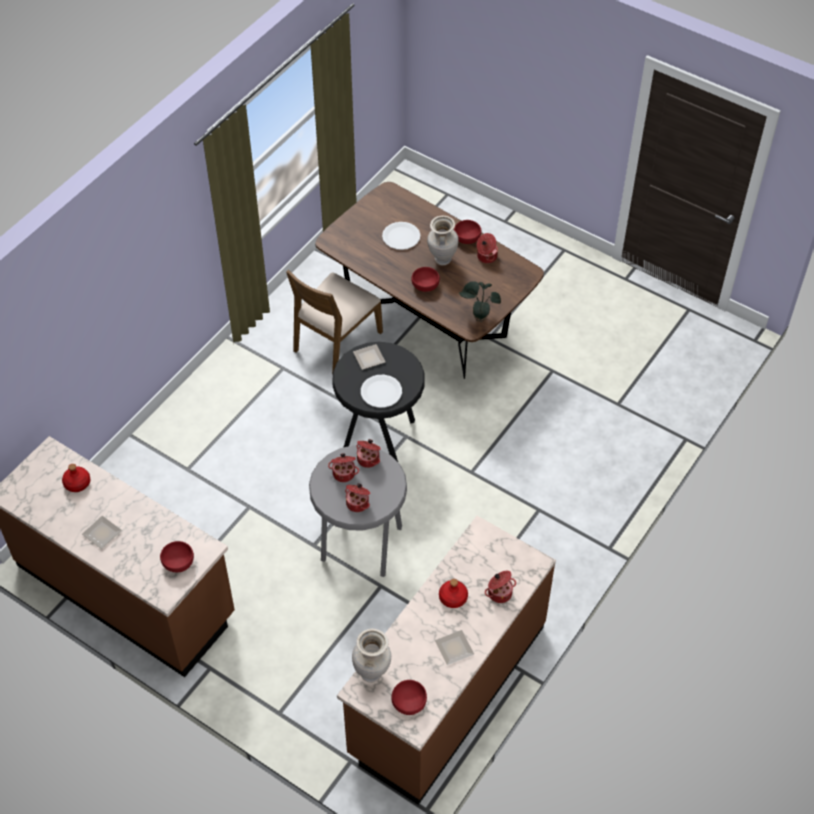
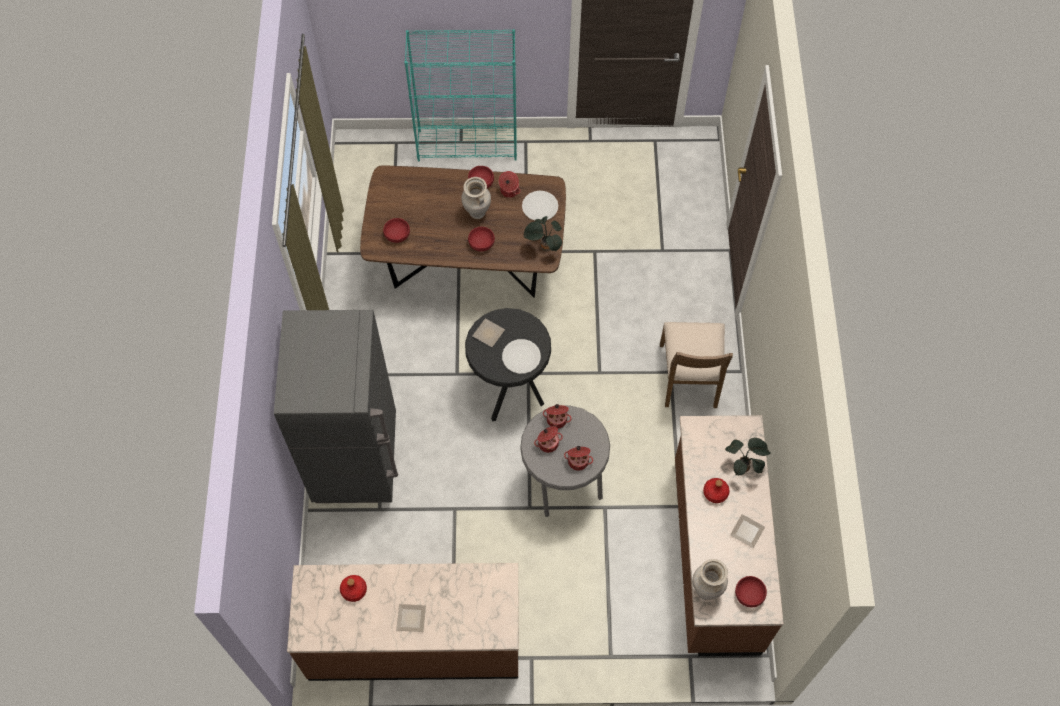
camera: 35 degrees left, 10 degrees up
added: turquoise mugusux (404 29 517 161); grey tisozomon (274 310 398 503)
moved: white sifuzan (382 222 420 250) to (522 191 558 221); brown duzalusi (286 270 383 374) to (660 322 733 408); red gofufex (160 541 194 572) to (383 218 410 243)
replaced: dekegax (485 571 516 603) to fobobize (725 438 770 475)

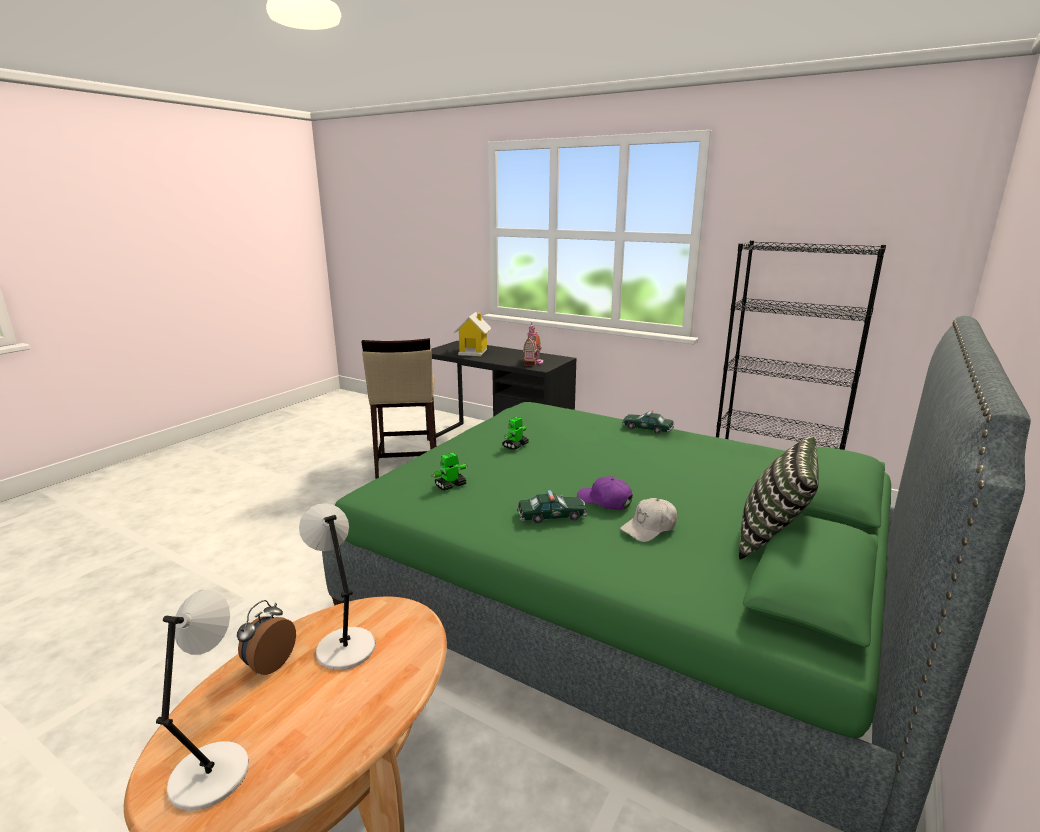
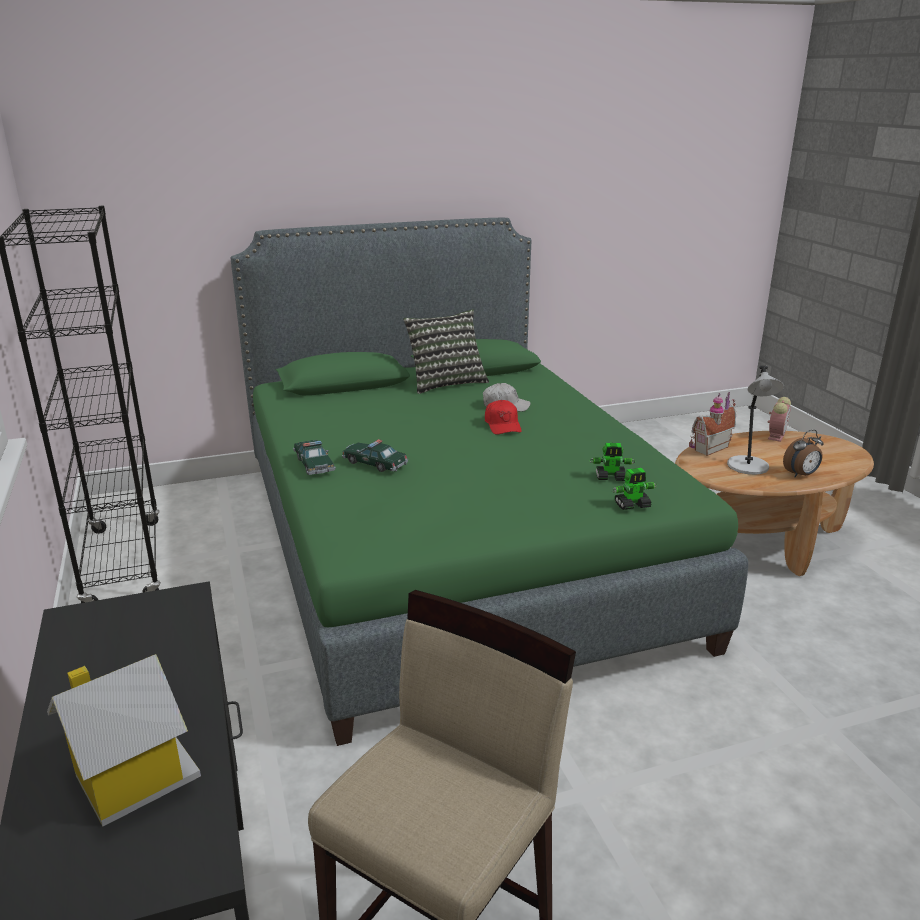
camera: 140 degrees left, 5 degrees up
removed: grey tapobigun (156 589 249 811)
added: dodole (768 397 791 442)
moved: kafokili (523 323 543 366) to (689 392 736 456); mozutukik (502 417 529 450) to (612 468 657 510); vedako (517 490 587 524) to (342 439 408 472)
recoloured: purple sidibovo (577 476 633 510) to red sidibovo (485 400 522 435)

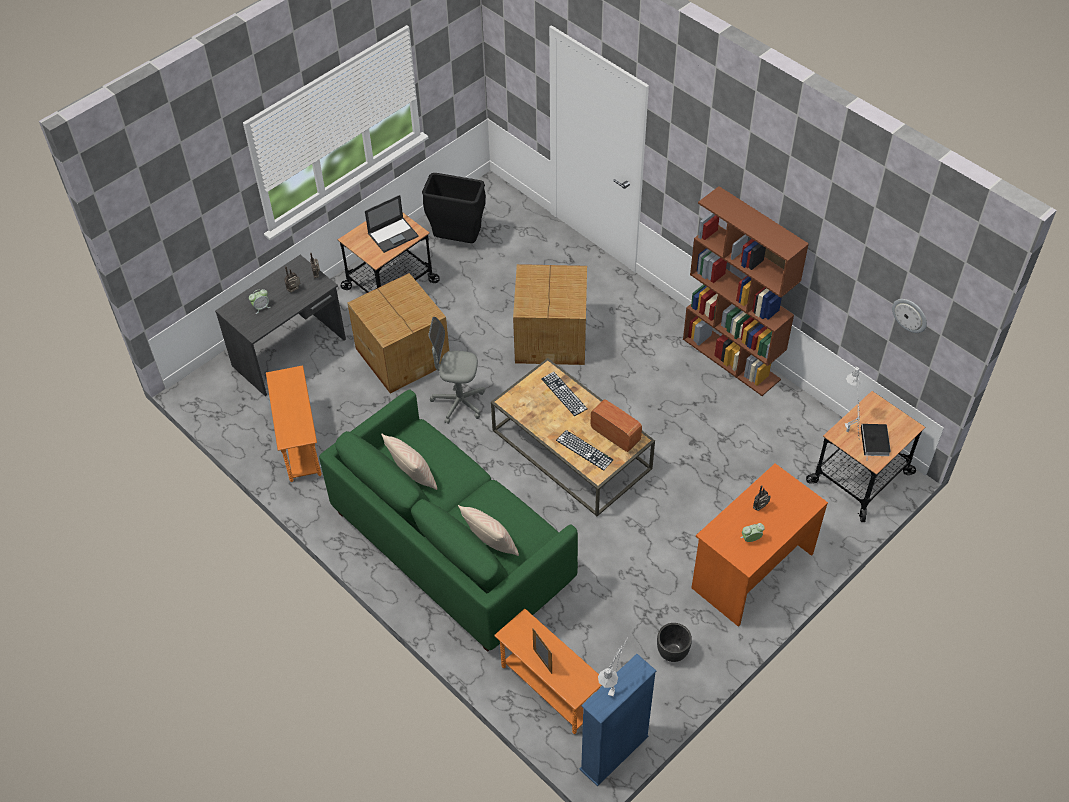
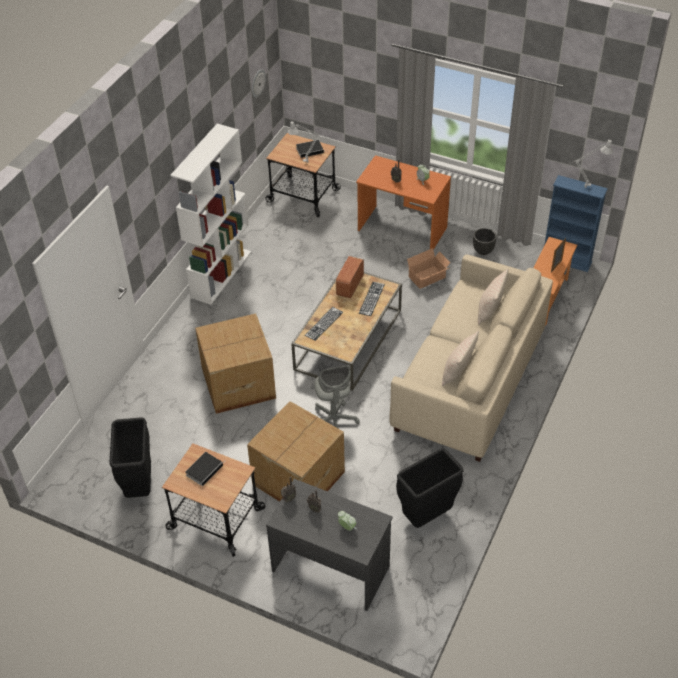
camera: 110 degrees left, 5 degrees down
added: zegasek (407 248 451 289)
replaced: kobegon (365 195 419 253) to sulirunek (185 452 224 486); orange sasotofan (266 366 322 482) to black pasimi (396 449 463 528)
recoloured: brown mugusux (683 186 809 396) to white mugusux (170 124 251 305); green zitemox (319 389 578 652) to beige zitemox (389 254 553 462)

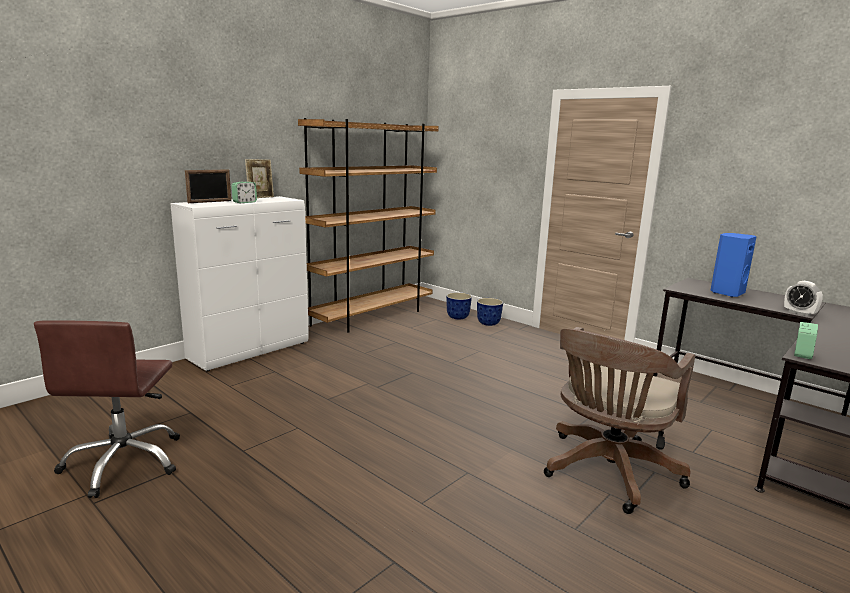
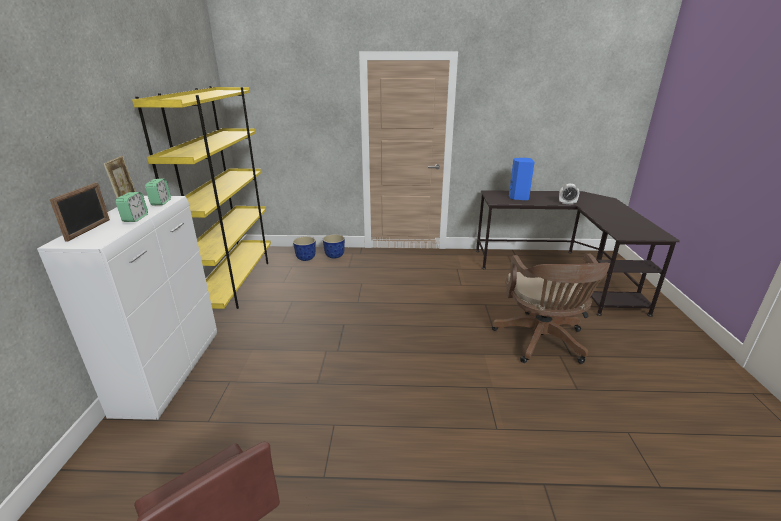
camera: 40 degrees left, 10 degrees up
moved: dodole (794 322 818 359) to (145 178 171 205)
recoloured: brown mugusux (298 118 439 333) to yellow mugusux (132 86 271 309)

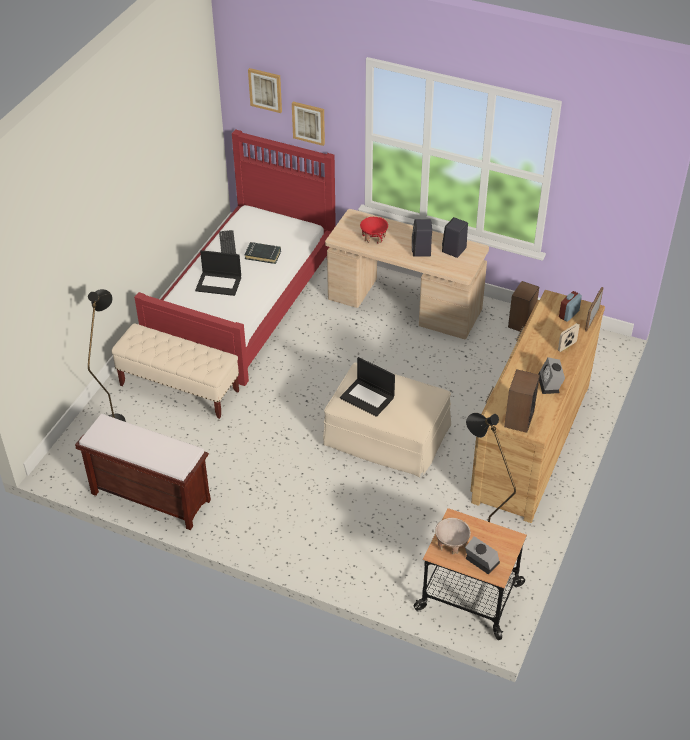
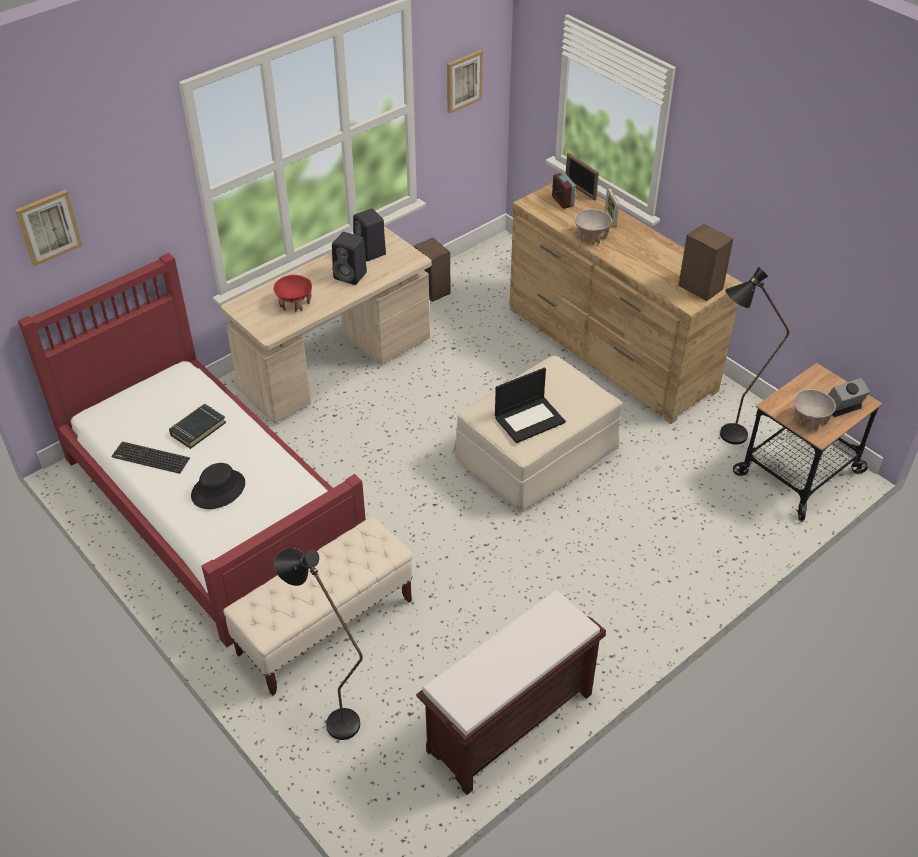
camera: 65 degrees left, 0 degrees up
removed: dodole (538 357 565 394)
added: beige gofufex (574 208 612 245)
moved: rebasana (292 102 325 146) to (447 50 483 113)
replaced: kobegon (195 250 241 296) to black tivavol (191 463 245 509)

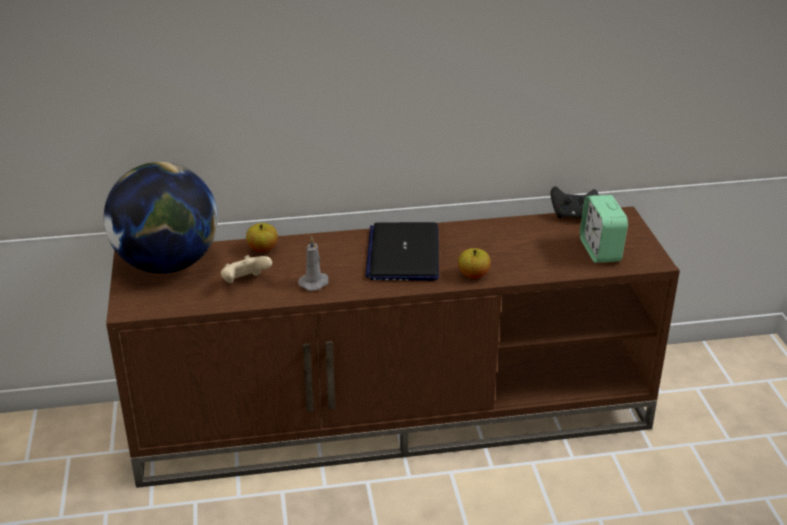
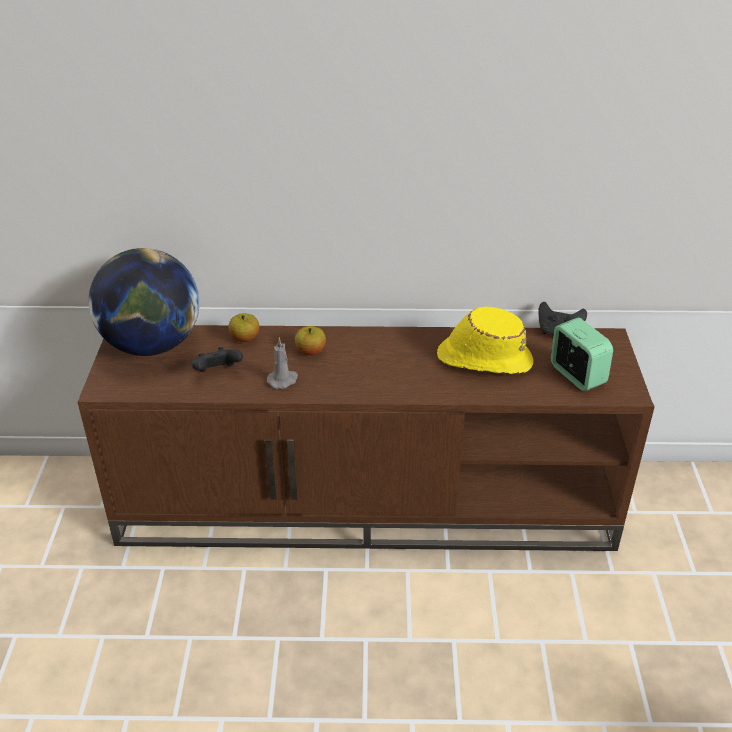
camera: 10 degrees right, 5 degrees up
removed: kobegon (365 222 439 281)
added: yellow tivavol (437 306 533 374)
moved: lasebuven (458 248 491 279) to (295 326 326 355)
recoloured: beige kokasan (221 255 272 283) to black kokasan (192 347 243 372)
turned: dodole (580 195 628 263) = (551 318 613 391) 150 degrees clockwise

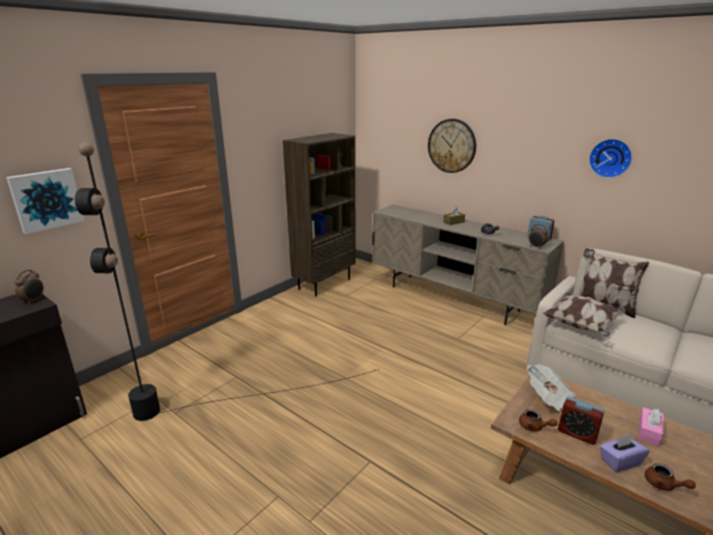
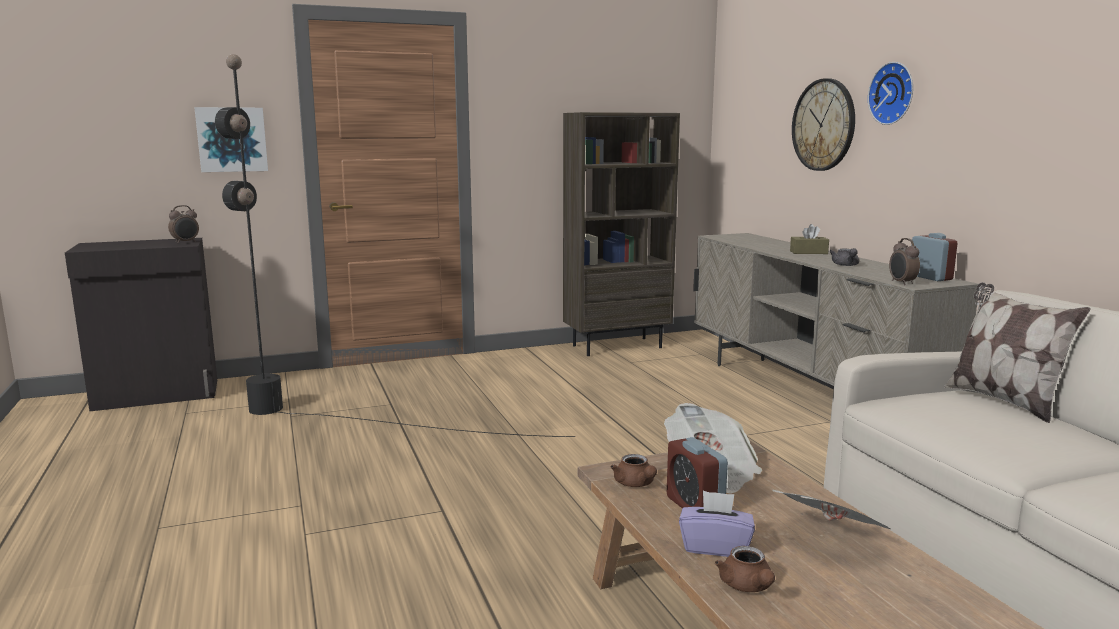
camera: 30 degrees right, 10 degrees down
removed: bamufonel (543 293 625 337)
moved: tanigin (589 139 632 178) to (868 62 913 125)
replaced: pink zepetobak (638 407 664 446) to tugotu (773 490 890 529)

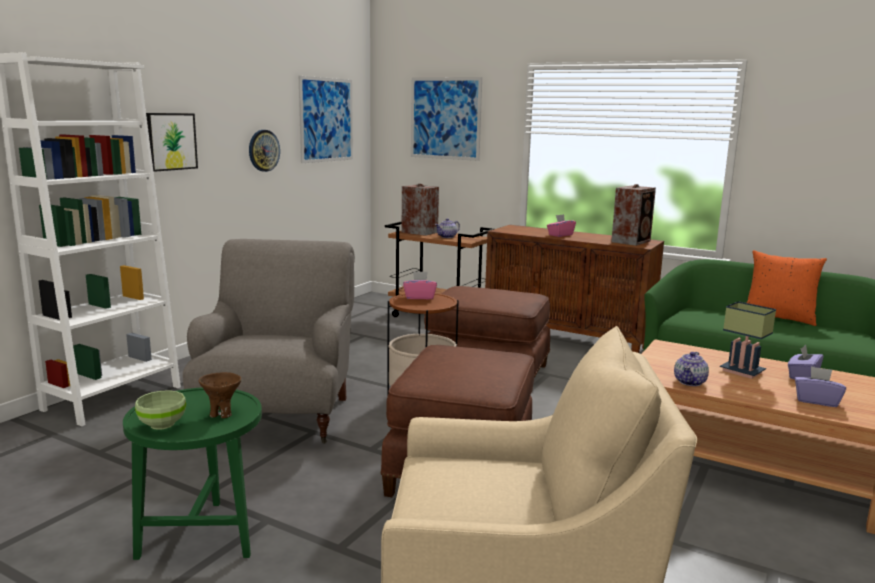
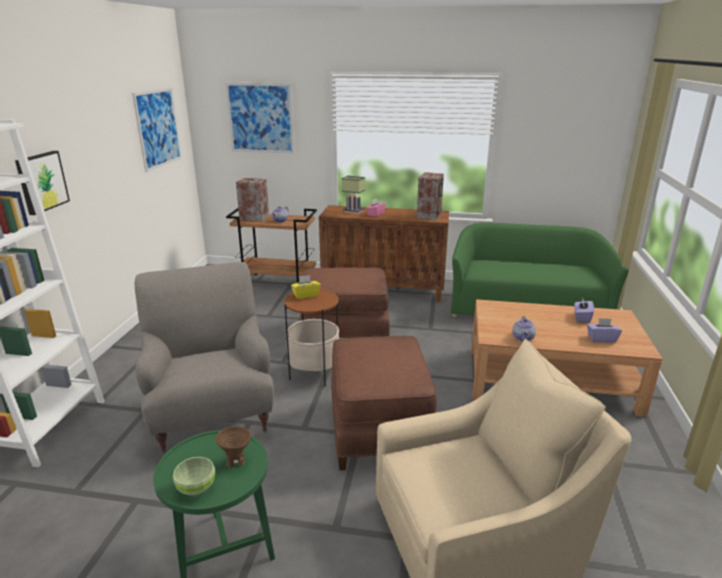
camera: 20 degrees left, 10 degrees up
removed: tanigin (249 130 280 172); orange bamufonel (747 250 827 326)
moved: tapobigun (720 301 776 379) to (341 176 365 214)
recoloured: pink zepetobak (403 271 437 299) to yellow zepetobak (291 275 320 299)

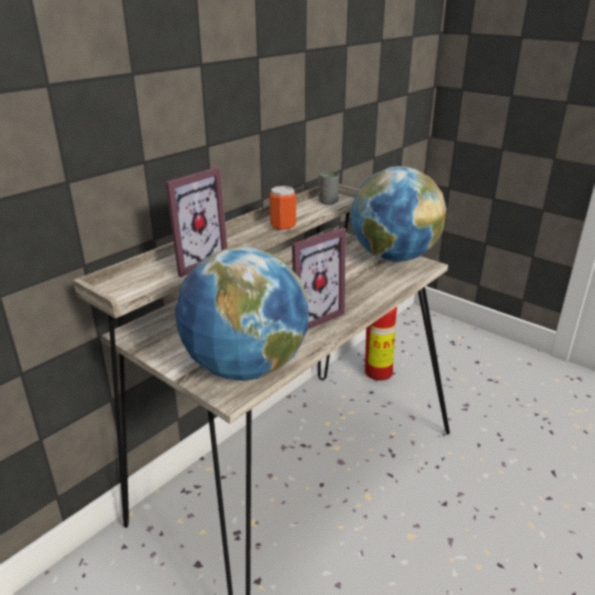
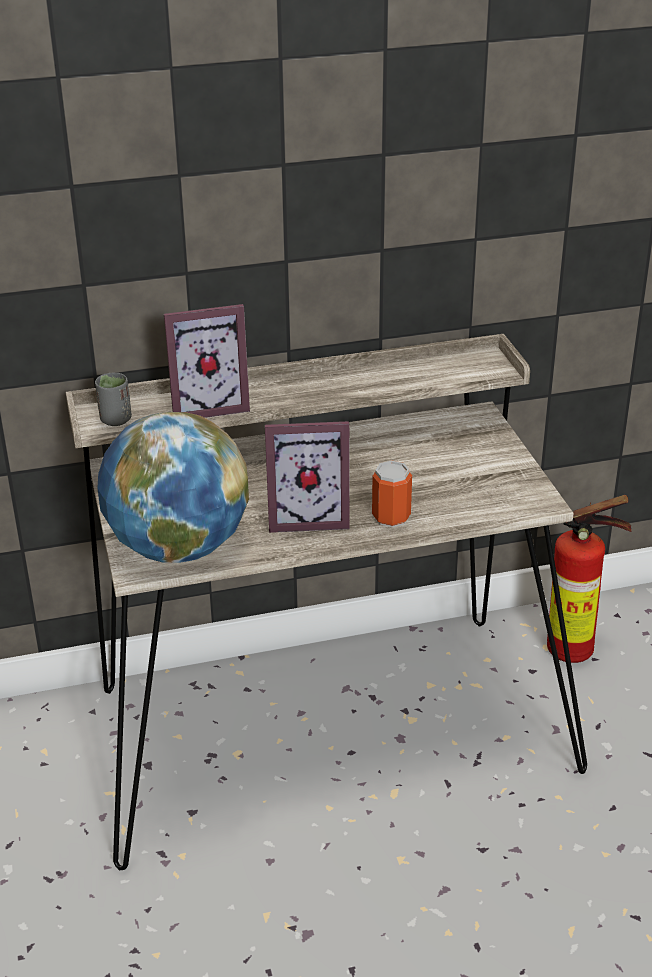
camera: 35 degrees right, 5 degrees up
removed: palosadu (351 166 446 262)
moved: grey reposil (318 171 339 205) to (95 373 132 426); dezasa (269 186 296 231) to (372 460 412 527)

